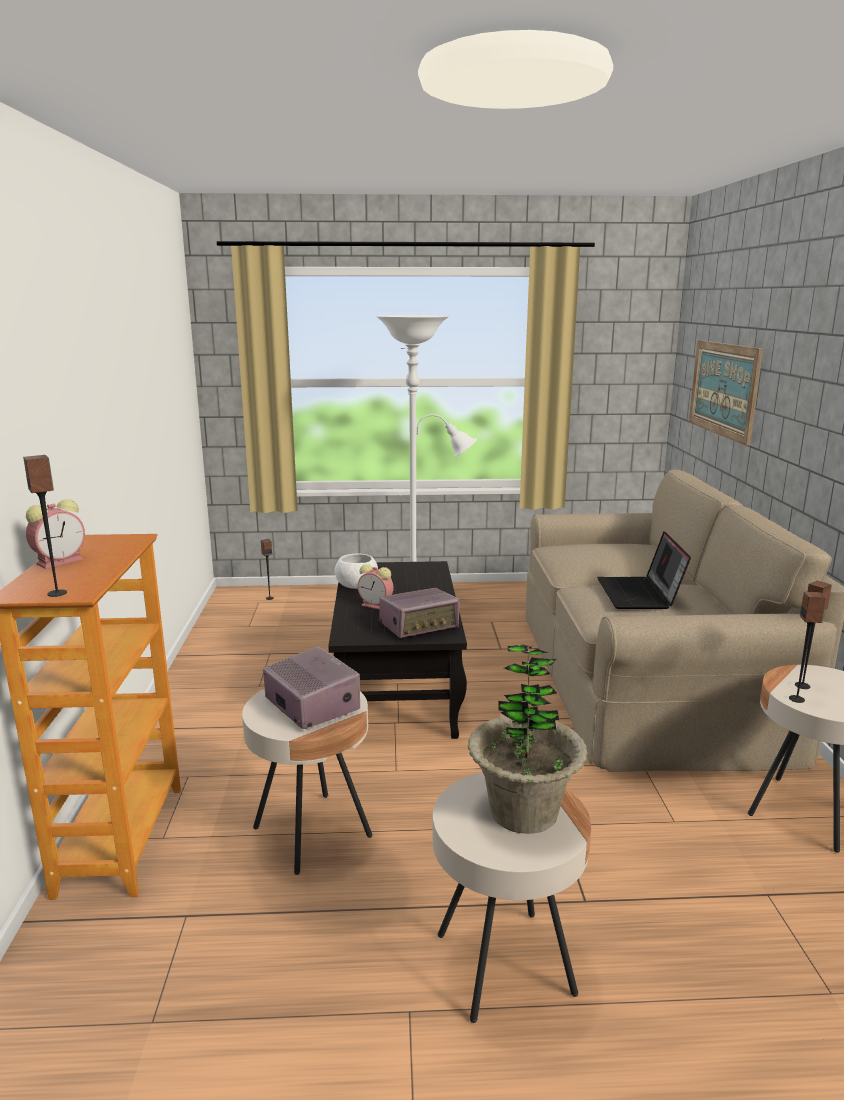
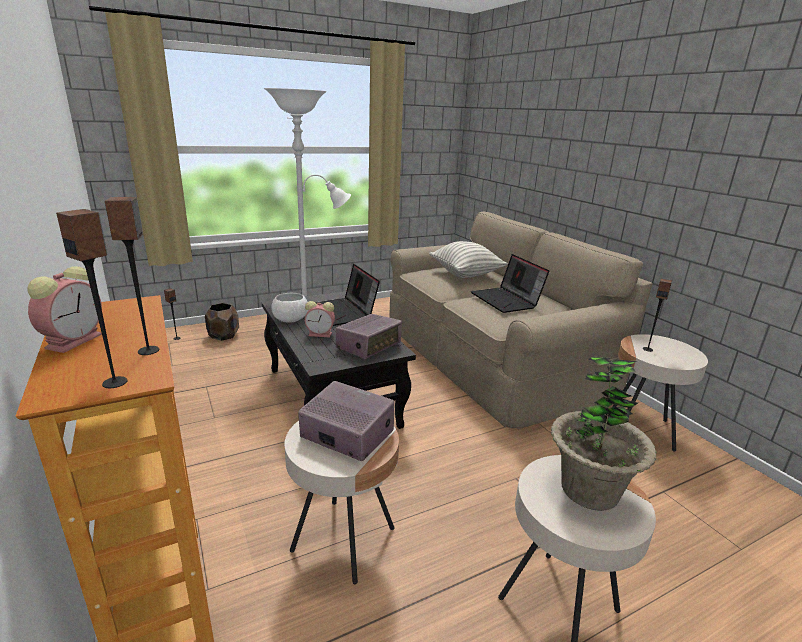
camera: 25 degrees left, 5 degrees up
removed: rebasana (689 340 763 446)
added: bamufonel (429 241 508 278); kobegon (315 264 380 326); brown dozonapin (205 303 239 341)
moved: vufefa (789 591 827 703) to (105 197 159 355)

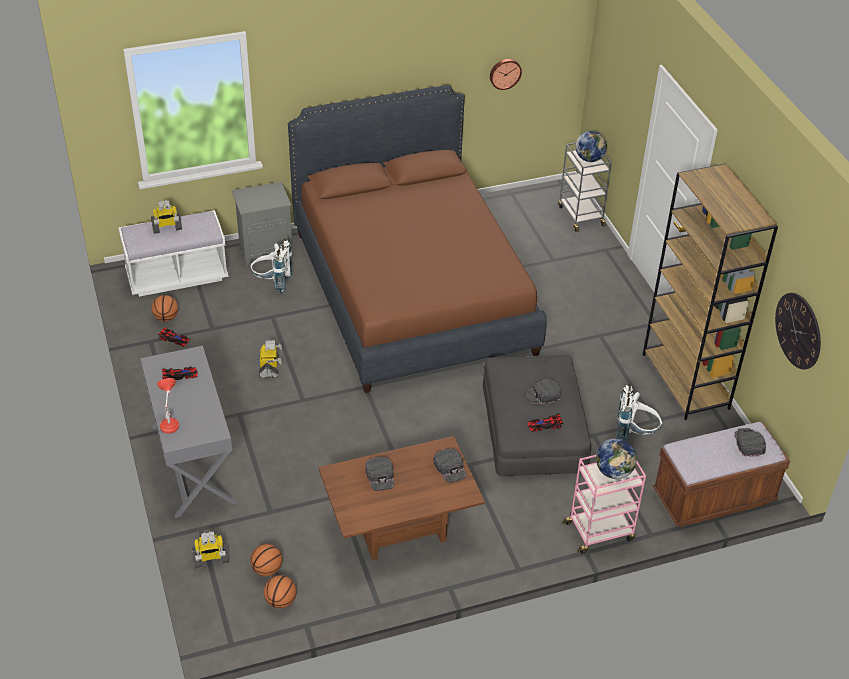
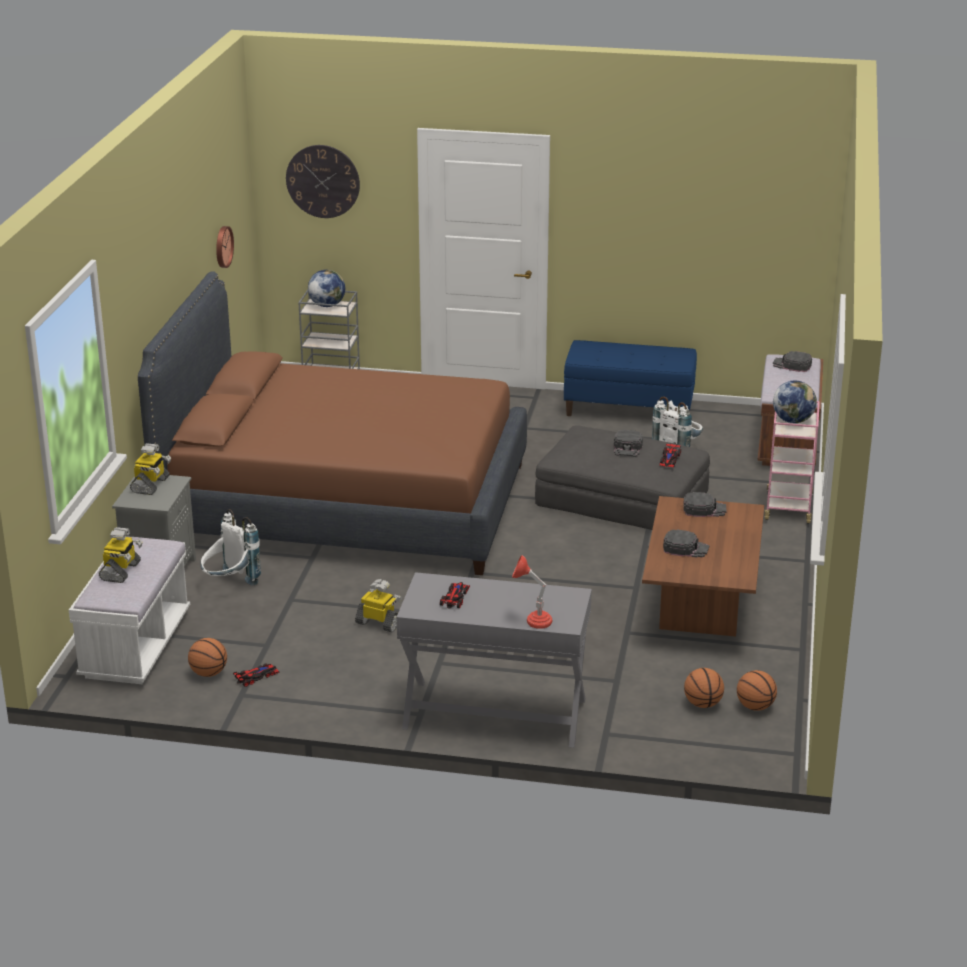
camera: 60 degrees left, 15 degrees down
moved: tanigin (775 293 821 369) to (286 145 360 218); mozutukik (192 532 229 568) to (130 443 171 495)
replaced: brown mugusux (643 164 778 420) to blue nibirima (564 340 697 416)

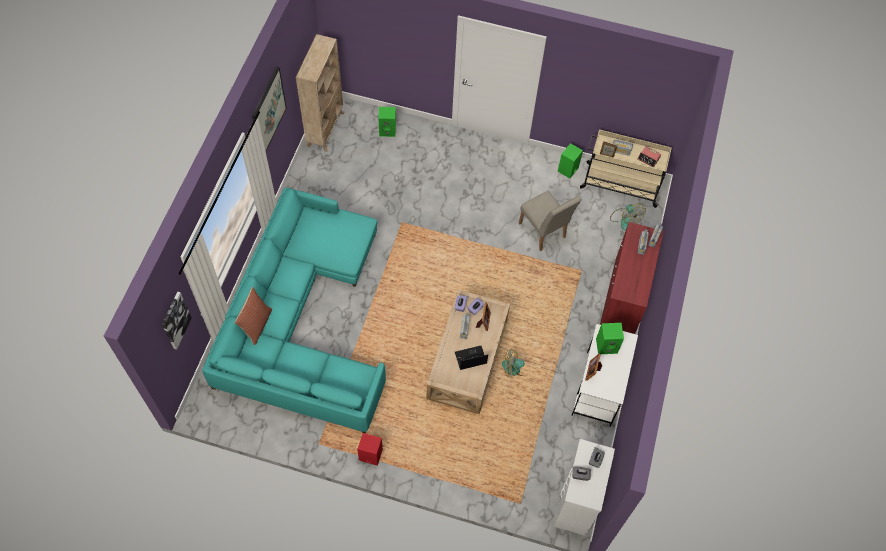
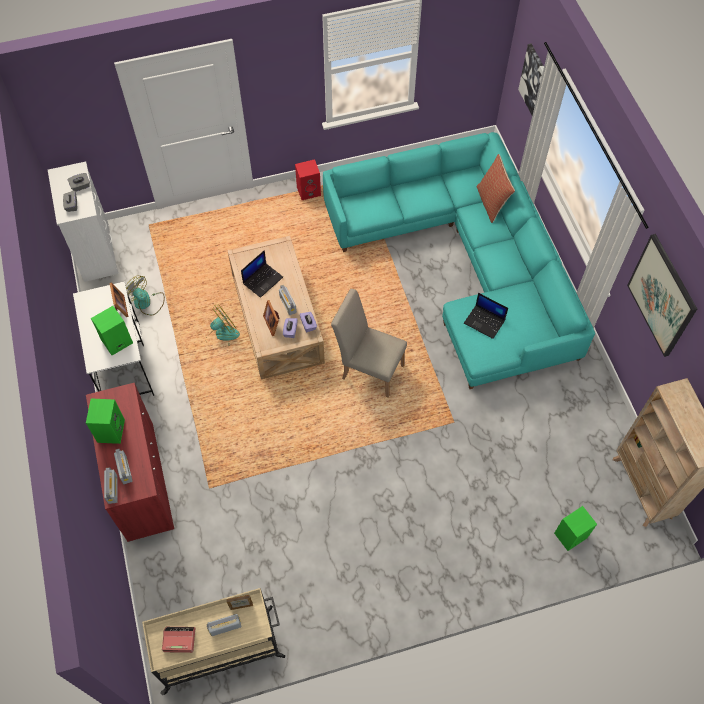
camera: 150 degrees right, 0 degrees up
added: kobegon (464 293 508 339)
moved: green vufefa (558 143 583 178) to (86 399 125 444); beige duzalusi (519 191 582 251) to (331 289 407 398); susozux (610 203 646 231) to (126 275 165 315)

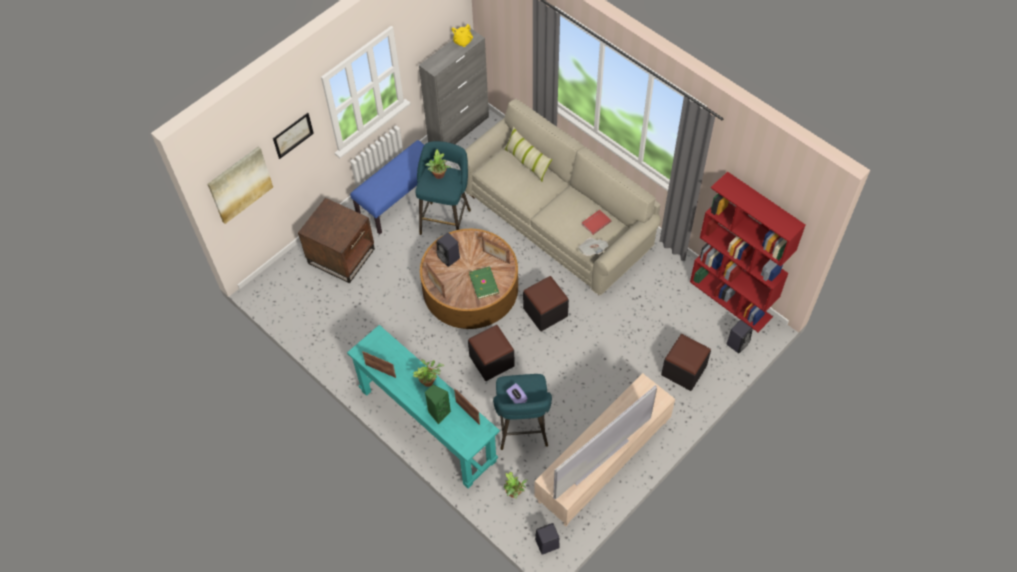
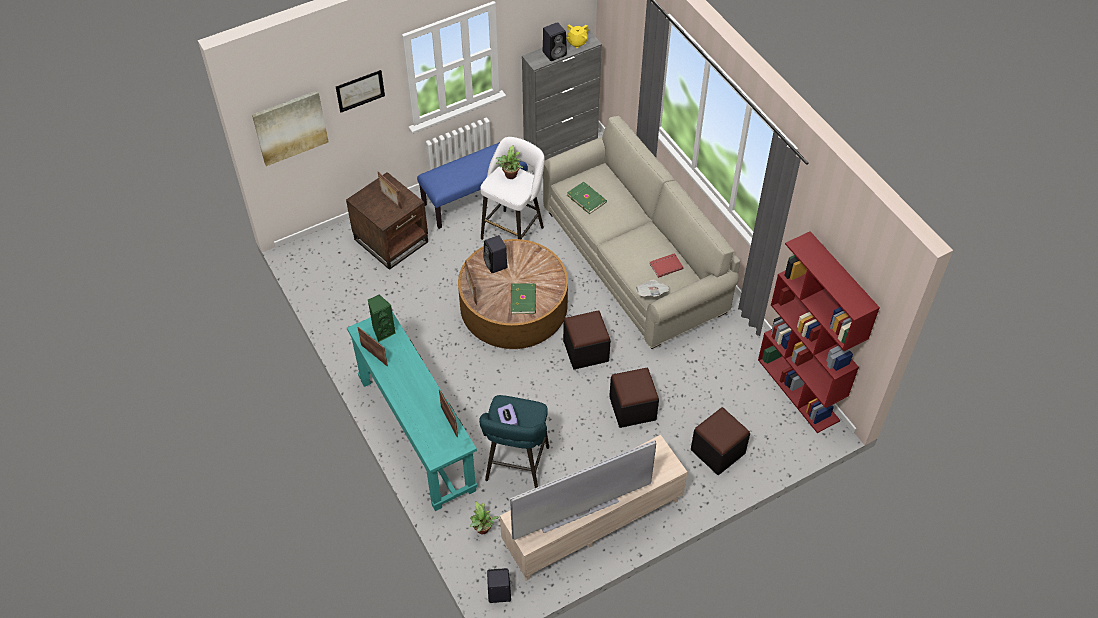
camera: 15 degrees right, 5 degrees down
removed: bamufonel (504 127 552 182); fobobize (413 359 444 387)
added: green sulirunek (567 182 607 214)
moved: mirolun (482 237 510 264) to (378 172 402 209); black vufefa (726 320 753 353) to (543 22 567 61); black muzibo (468 325 515 381) to (609 368 659 428); green vufefa (425 384 451 424) to (368 294 396 342)
recoloured: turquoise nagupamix (415 141 471 235) to white nagupamix (480 137 545 240)

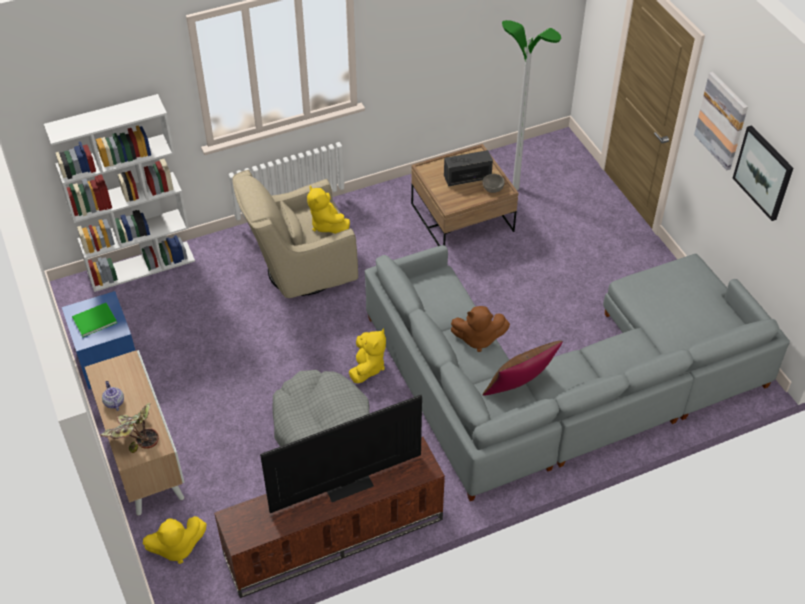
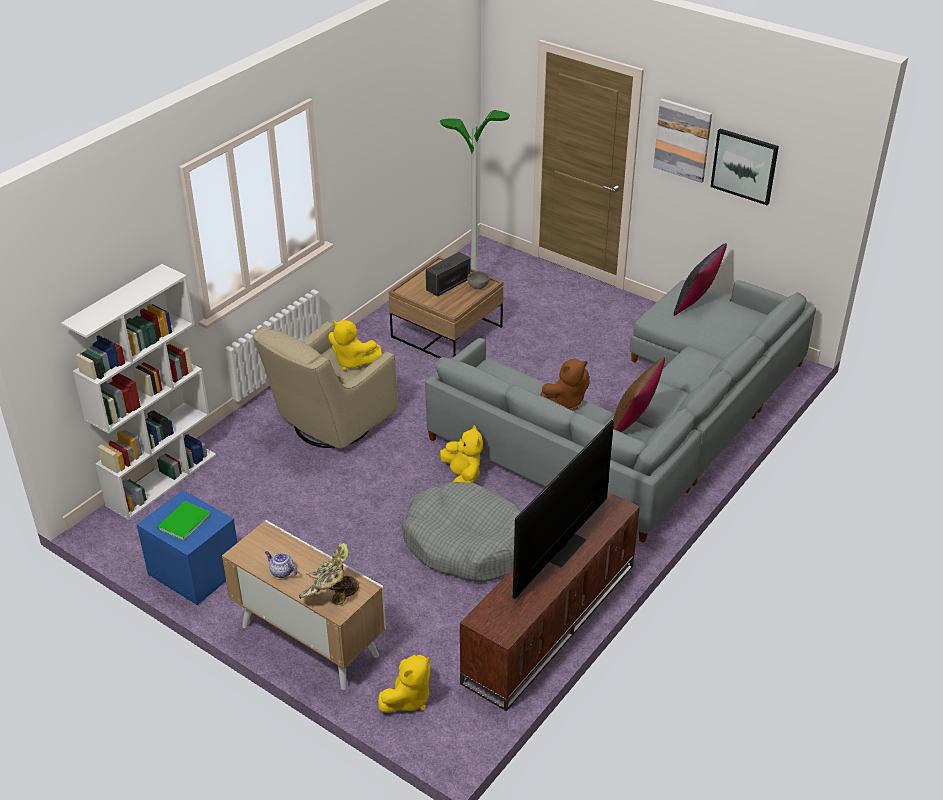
camera: 30 degrees left, 10 degrees down
added: black bamufonel (673 243 727 316)

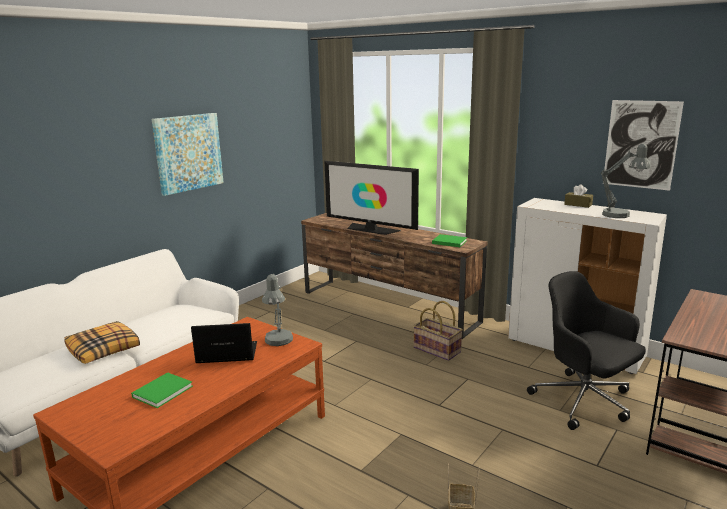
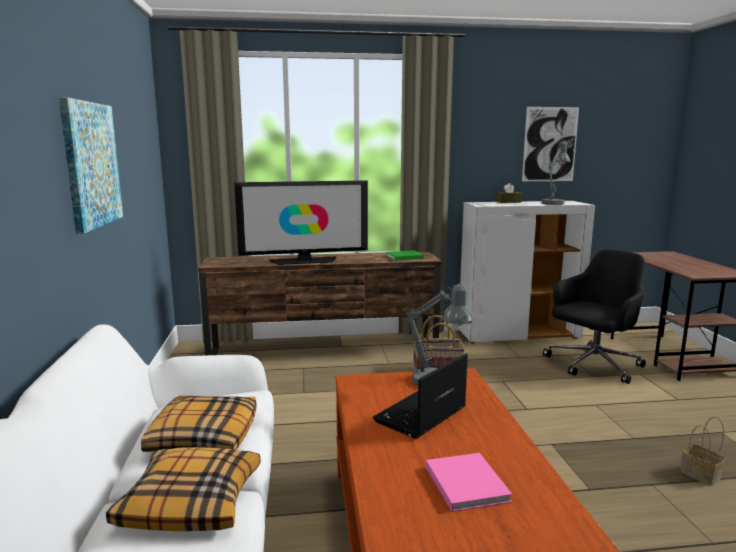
camera: 45 degrees left, 5 degrees down
added: bamufonel (141 396 257 452)
recoloured: green sulirunek (131 372 193 408) to pink sulirunek (426 453 512 512)
turned: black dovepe (527 271 646 430) = (543 249 646 384) 135 degrees clockwise

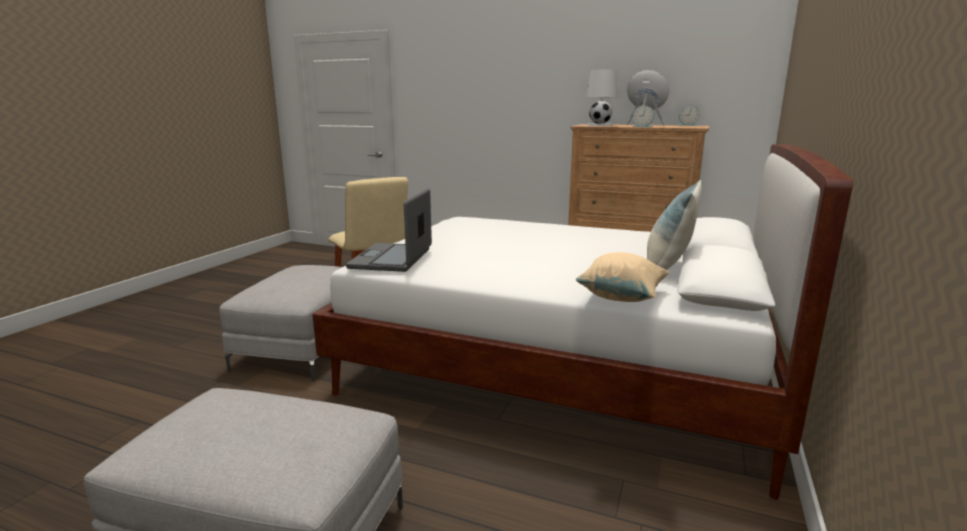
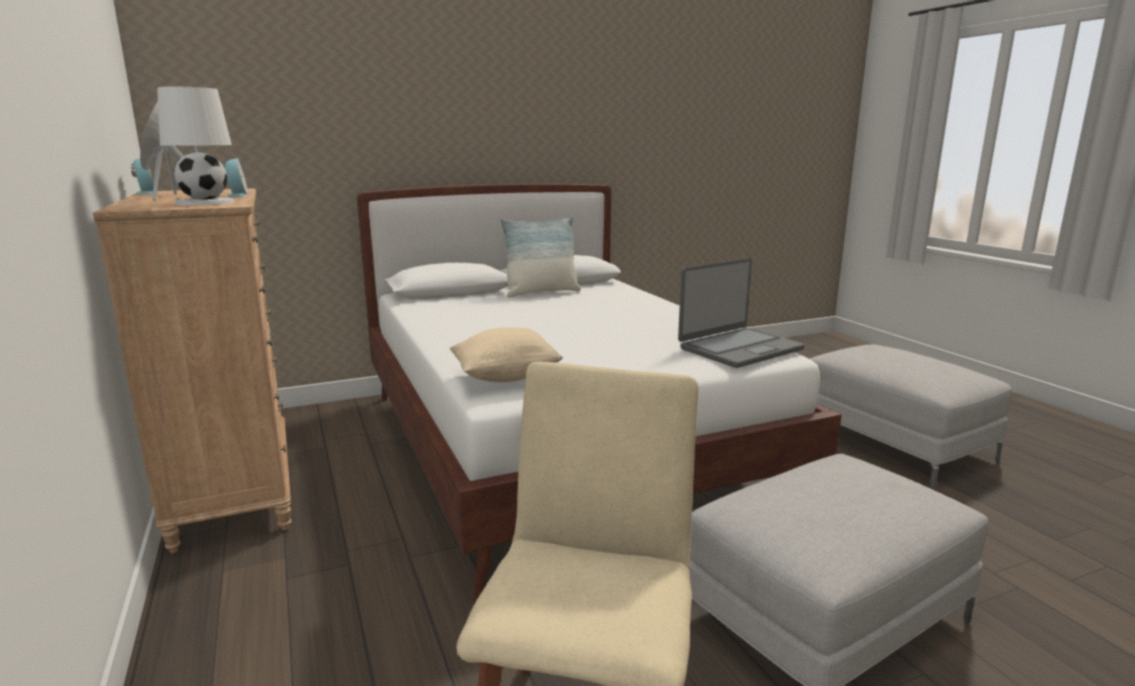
camera: 135 degrees left, 0 degrees up
moved: beige bamufonel (576 252 670 302) to (450 327 563 382)

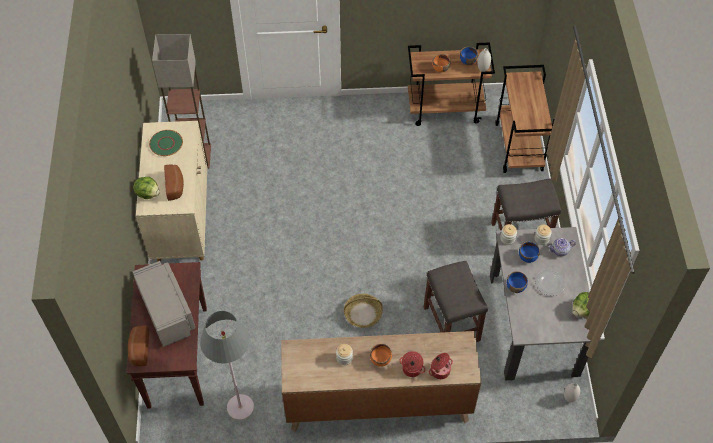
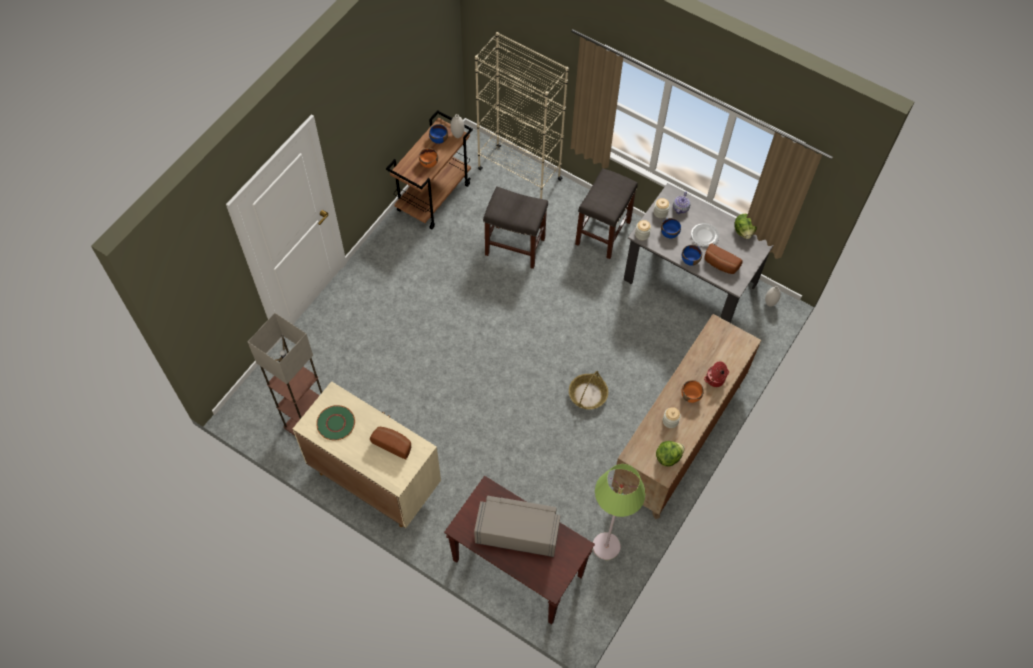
camera: 55 degrees left, 5 degrees up
removed: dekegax (429 353 453 379)
moved: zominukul (133 177 160 199) to (656 441 685 466); grey nagupamix (424 261 488 342) to (483 186 548 269); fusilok (128 325 149 366) to (704 244 742 274)
replaced: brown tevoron (495 65 554 173) to beige mugusux (475 32 569 199)
recoloured: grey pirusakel (200 311 254 420) to green pirusakel (593 464 646 560)

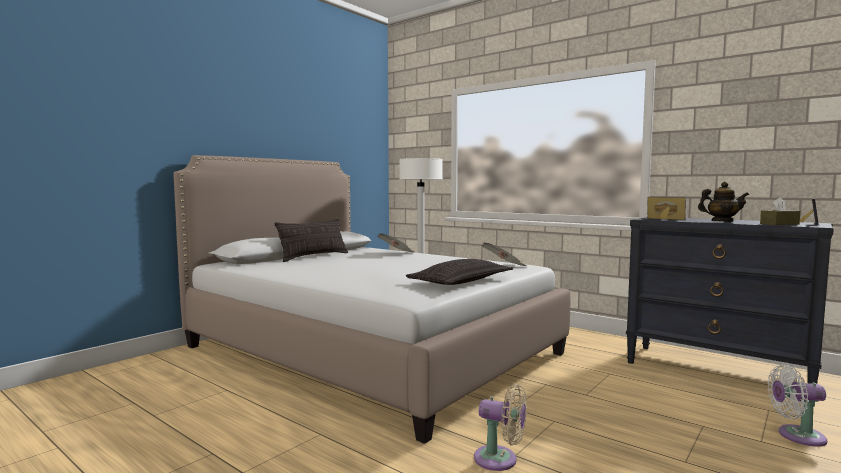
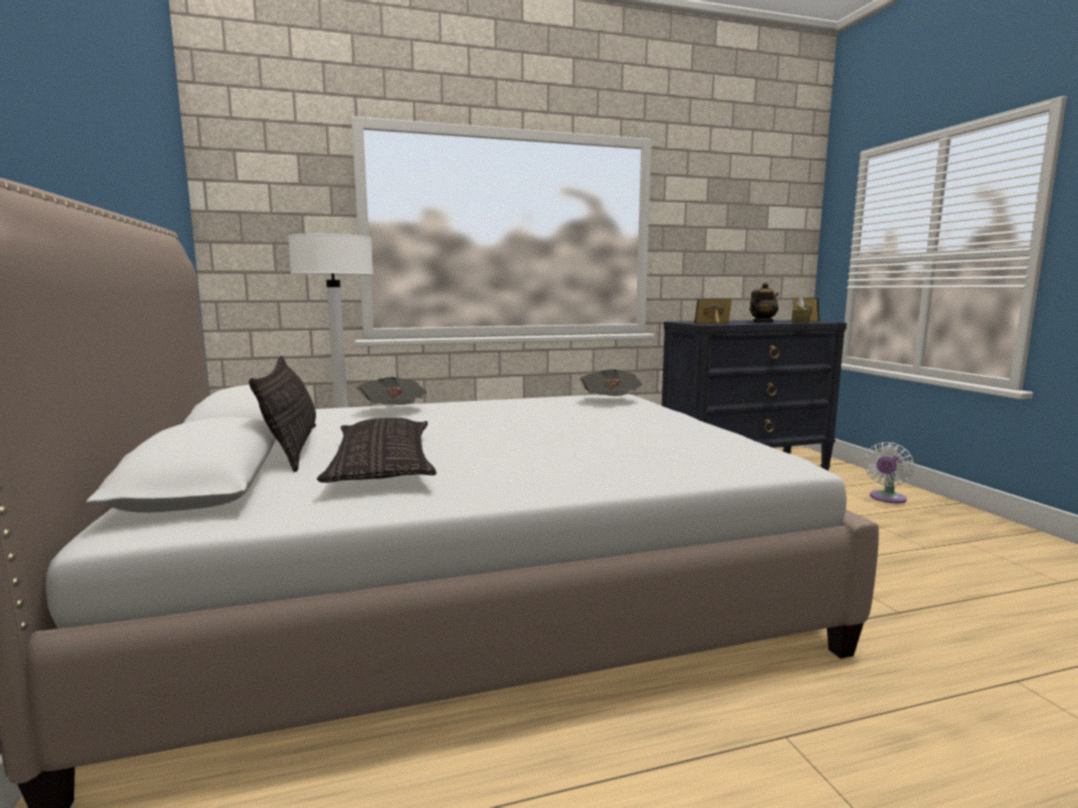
camera: 55 degrees left, 5 degrees up
removed: beige susozux (474 384 527 471)
moved: bamufonel (406 259 513 285) to (317 418 437 483)

